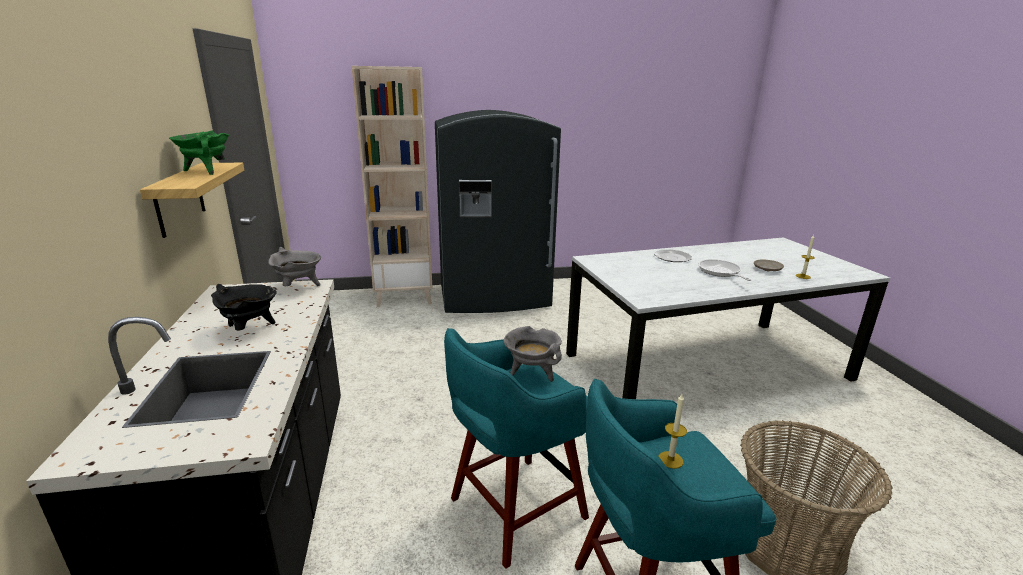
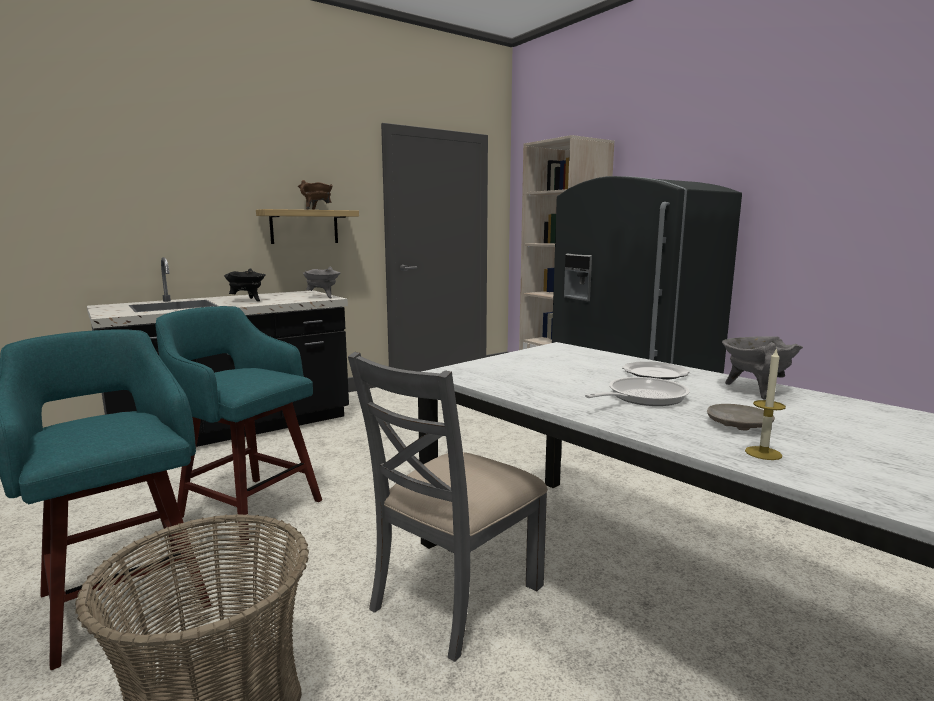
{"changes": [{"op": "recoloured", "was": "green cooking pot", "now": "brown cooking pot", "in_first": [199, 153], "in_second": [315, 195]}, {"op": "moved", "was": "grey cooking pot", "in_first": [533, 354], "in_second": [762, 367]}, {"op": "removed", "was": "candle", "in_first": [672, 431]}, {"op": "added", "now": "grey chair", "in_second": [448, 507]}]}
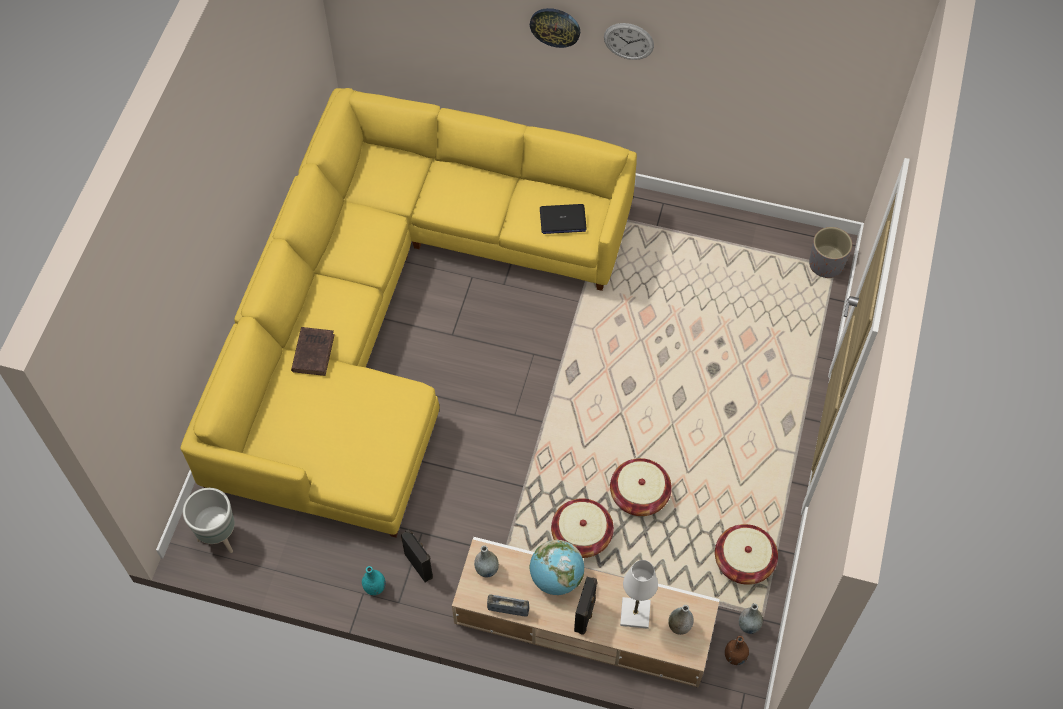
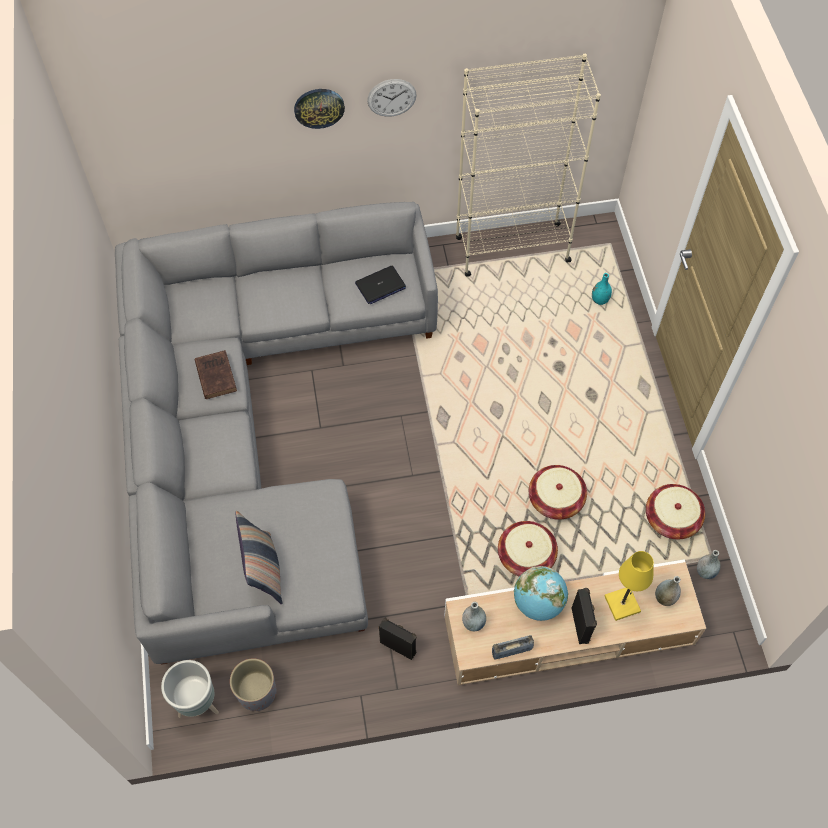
{"changes": [{"op": "recoloured", "was": "yellow sofa", "now": "grey sofa", "in_first": [408, 313], "in_second": [276, 433]}, {"op": "moved", "was": "brown book", "in_first": [313, 351], "in_second": [216, 374]}, {"op": "moved", "was": "turquoise vase", "in_first": [374, 580], "in_second": [602, 289]}, {"op": "recoloured", "was": "white table lamp", "now": "yellow table lamp", "in_first": [639, 594], "in_second": [629, 586]}, {"op": "removed", "was": "brown vase", "in_first": [737, 650]}, {"op": "moved", "was": "grey planter", "in_first": [830, 252], "in_second": [253, 684]}, {"op": "added", "now": "pillow", "in_second": [258, 557]}, {"op": "added", "now": "beige bookcase", "in_second": [528, 165]}]}
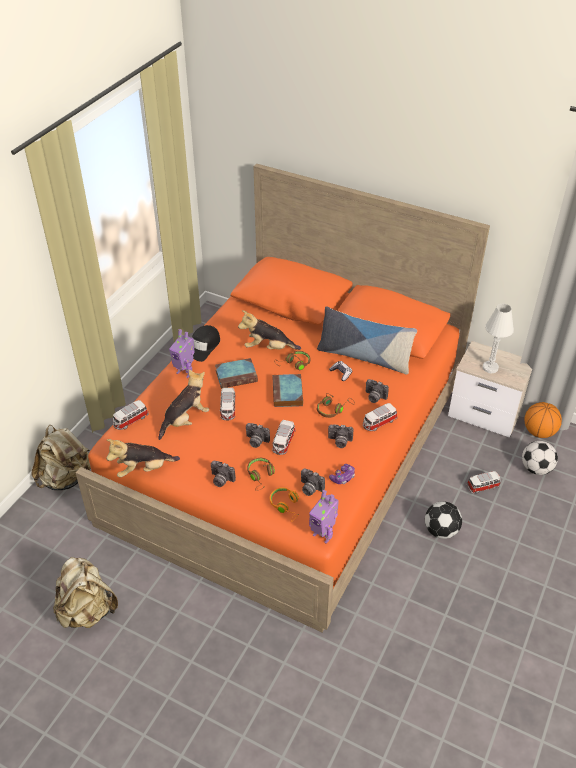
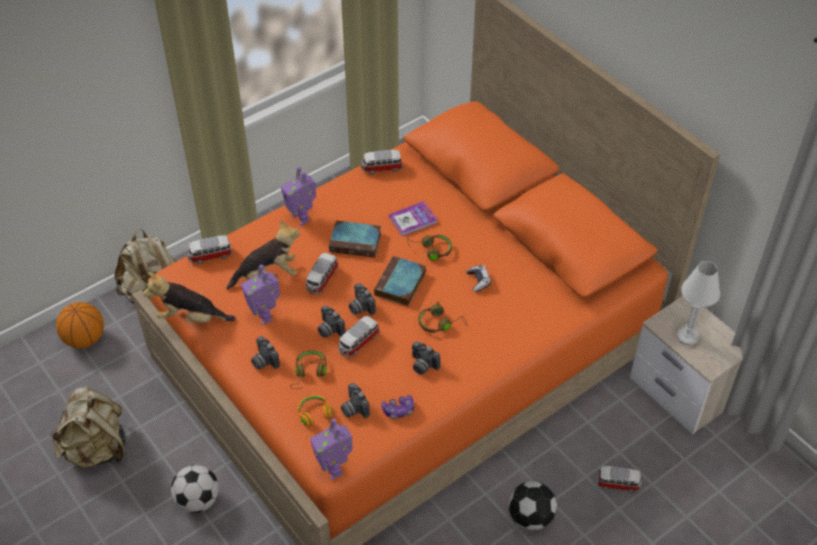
{"changes": [{"op": "removed", "was": "black cap", "in_first": [206, 343]}, {"op": "replaced", "was": "plush toy", "now": "book", "in_first": [269, 330], "in_second": [413, 218]}, {"op": "removed", "was": "pillow", "in_first": [367, 340]}, {"op": "moved", "was": "toy car", "in_first": [380, 417], "in_second": [382, 162]}, {"op": "moved", "was": "photo camera", "in_first": [377, 391], "in_second": [362, 299]}, {"op": "moved", "was": "football", "in_first": [540, 458], "in_second": [195, 489]}, {"op": "moved", "was": "basketball", "in_first": [543, 420], "in_second": [80, 325]}, {"op": "added", "now": "toy robot", "in_second": [260, 295]}]}
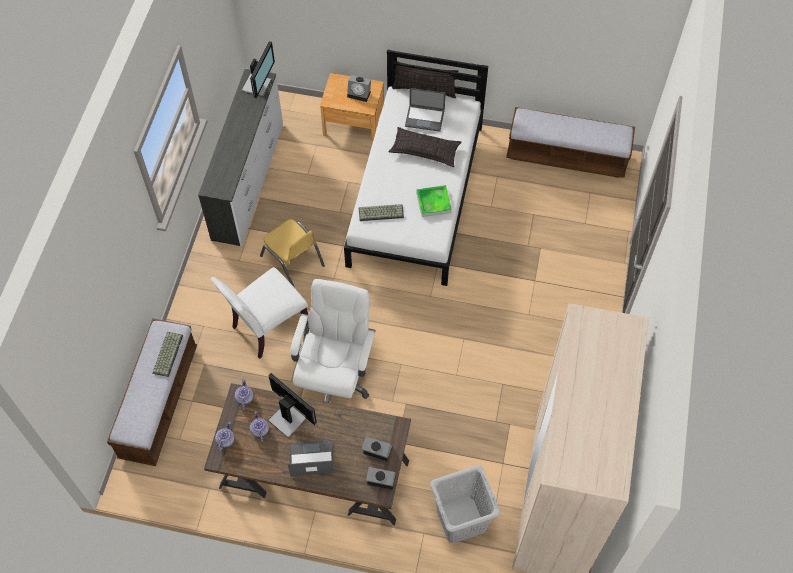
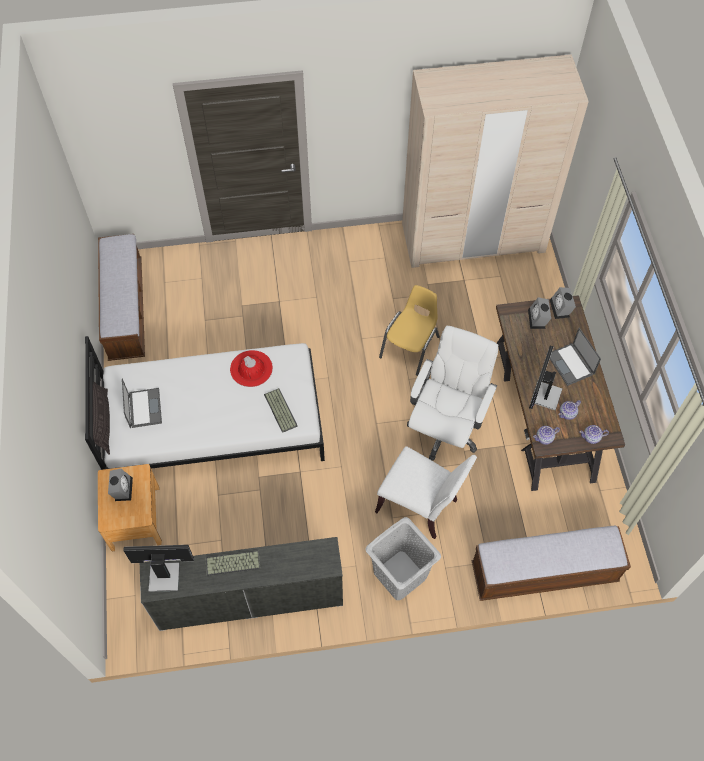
{"changes": [{"op": "moved", "was": "keyboard", "in_first": [168, 354], "in_second": [232, 563]}, {"op": "moved", "was": "yellow chair", "in_first": [292, 253], "in_second": [409, 330]}, {"op": "turned", "was": "white office chair", "in_first": [333, 340], "in_second": [452, 393], "clockwise": 120}, {"op": "removed", "was": "pillow", "in_first": [425, 147]}, {"op": "replaced", "was": "tray", "now": "red hat", "in_first": [434, 201], "in_second": [251, 368]}, {"op": "moved", "was": "grey laundry basket", "in_first": [465, 504], "in_second": [403, 558]}]}
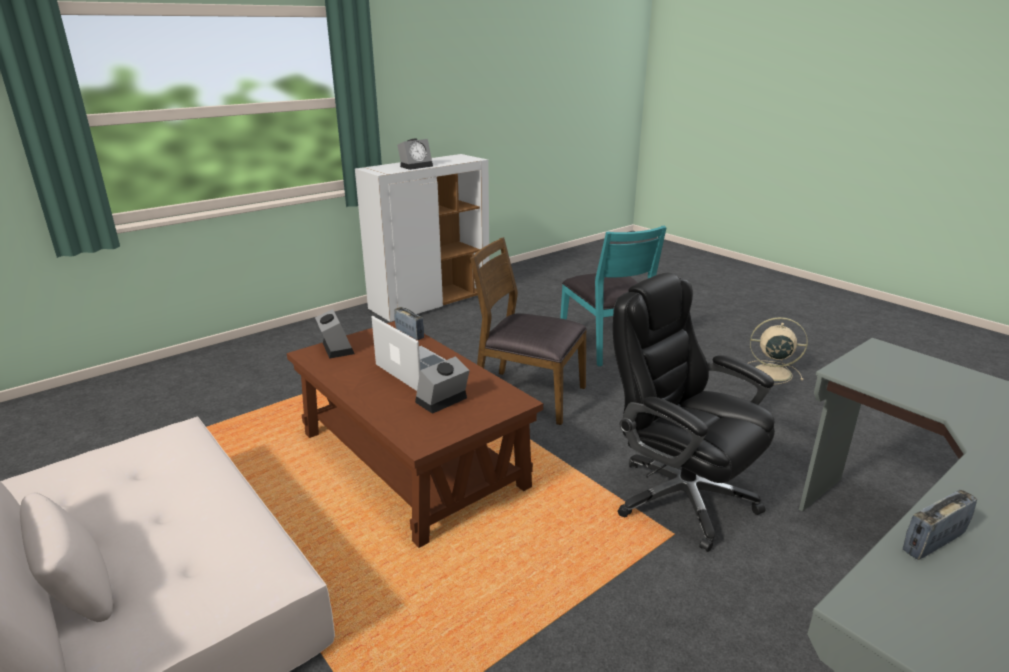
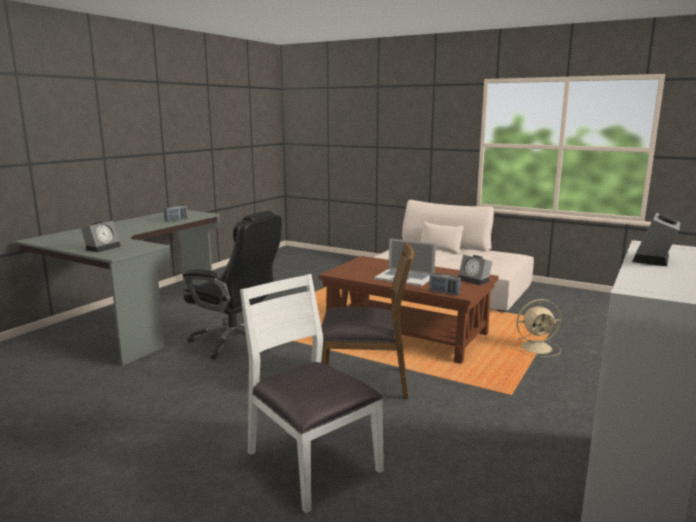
{"changes": [{"op": "moved", "was": "alarm clock", "in_first": [442, 385], "in_second": [101, 236]}, {"op": "recoloured", "was": "turquoise chair", "now": "white chair", "in_first": [613, 296], "in_second": [312, 393]}, {"op": "moved", "was": "beige fan", "in_first": [778, 351], "in_second": [536, 328]}]}
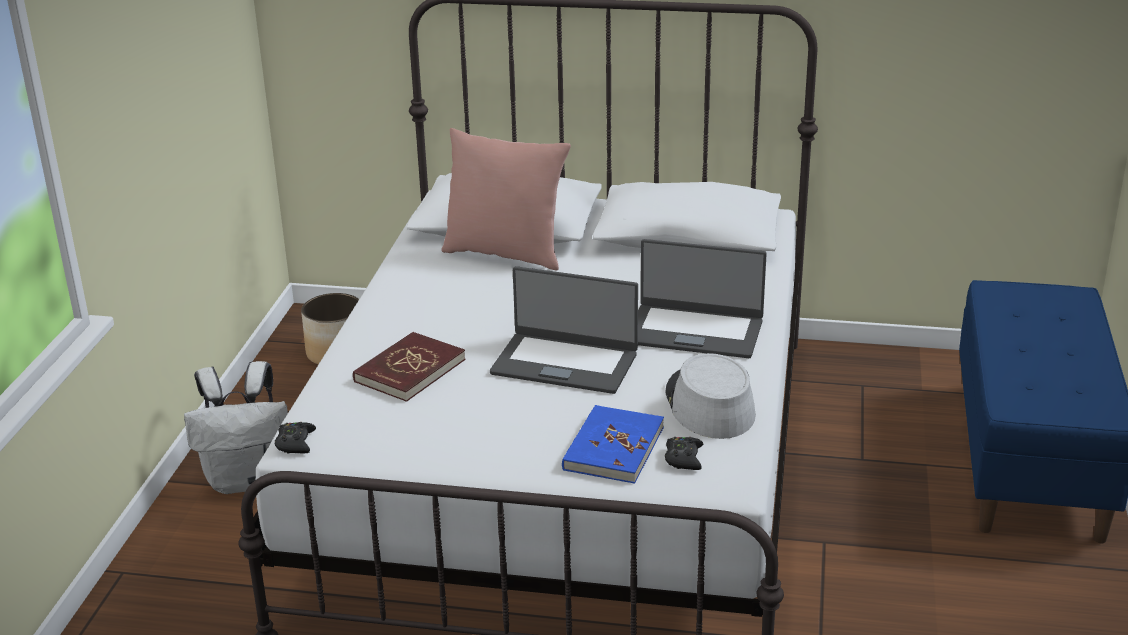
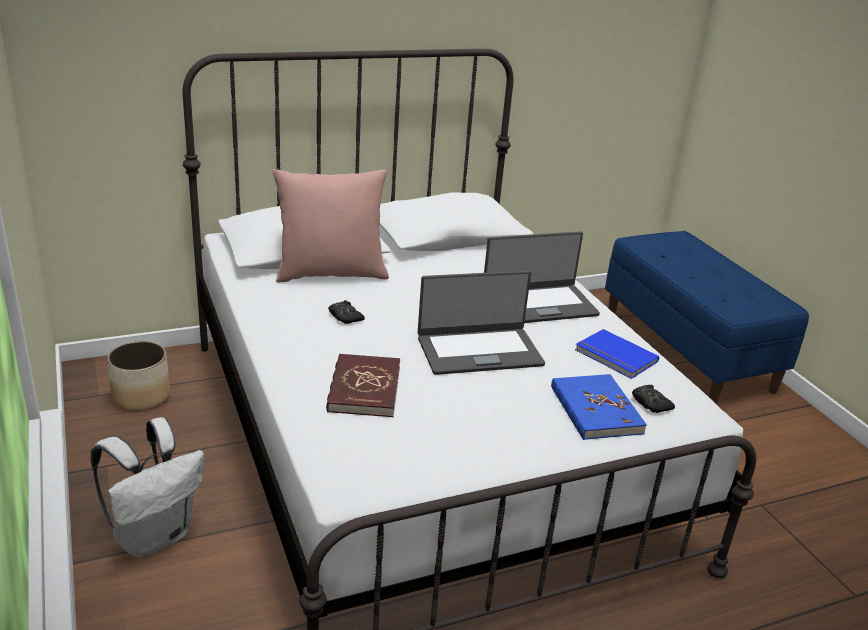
{"changes": [{"op": "moved", "was": "black game controller", "in_first": [295, 438], "in_second": [346, 312]}, {"op": "replaced", "was": "grey hat", "now": "blue book", "in_first": [710, 396], "in_second": [617, 354]}]}
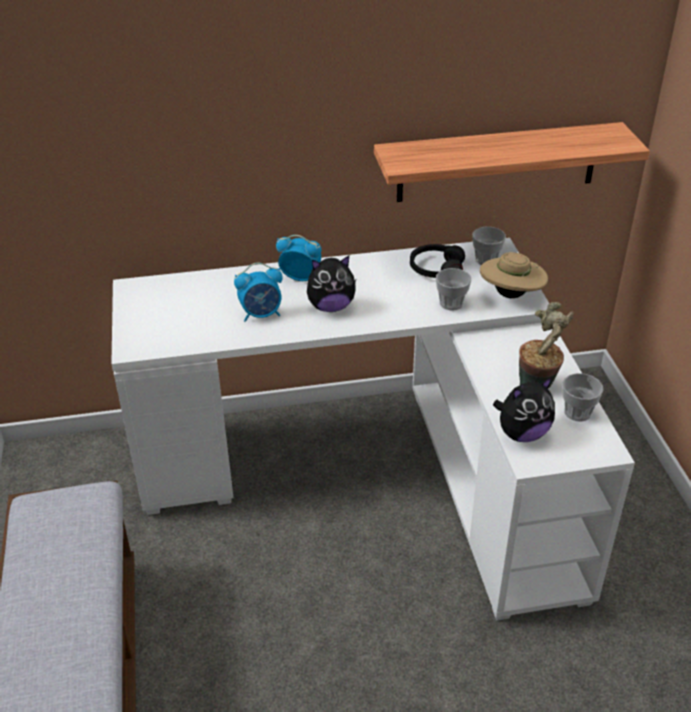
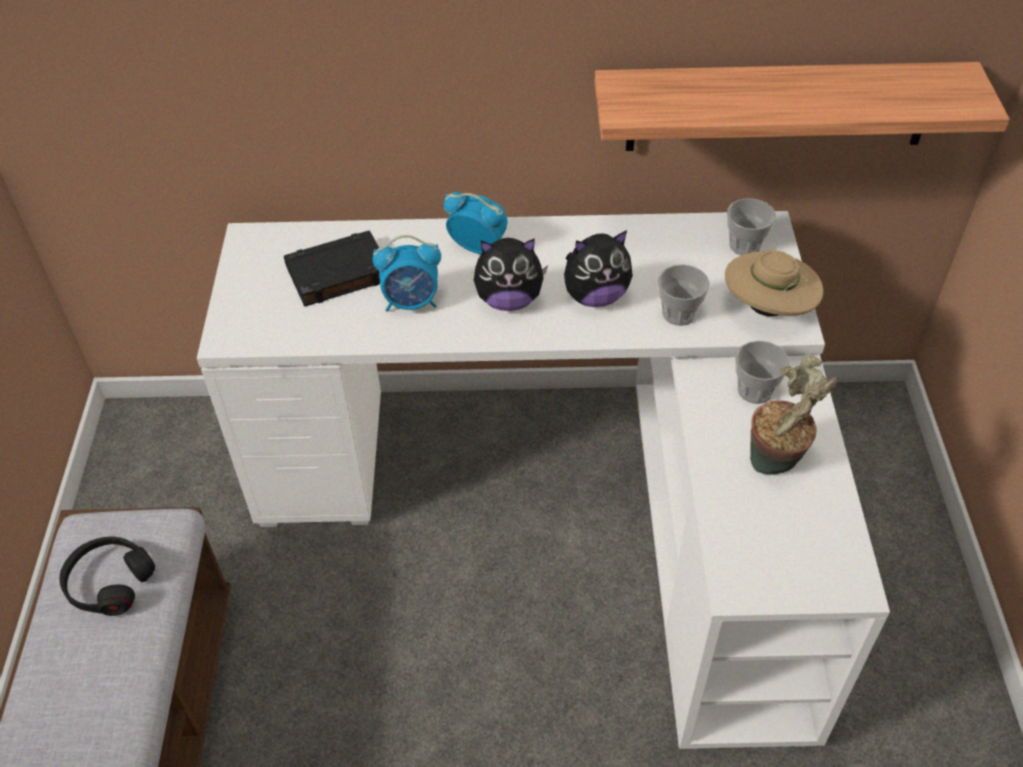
{"changes": [{"op": "moved", "was": "black headphones", "in_first": [437, 261], "in_second": [107, 576]}, {"op": "moved", "was": "plush toy", "in_first": [524, 409], "in_second": [598, 268]}, {"op": "moved", "was": "cup", "in_first": [583, 397], "in_second": [762, 372]}, {"op": "added", "now": "black book", "in_second": [332, 268]}]}
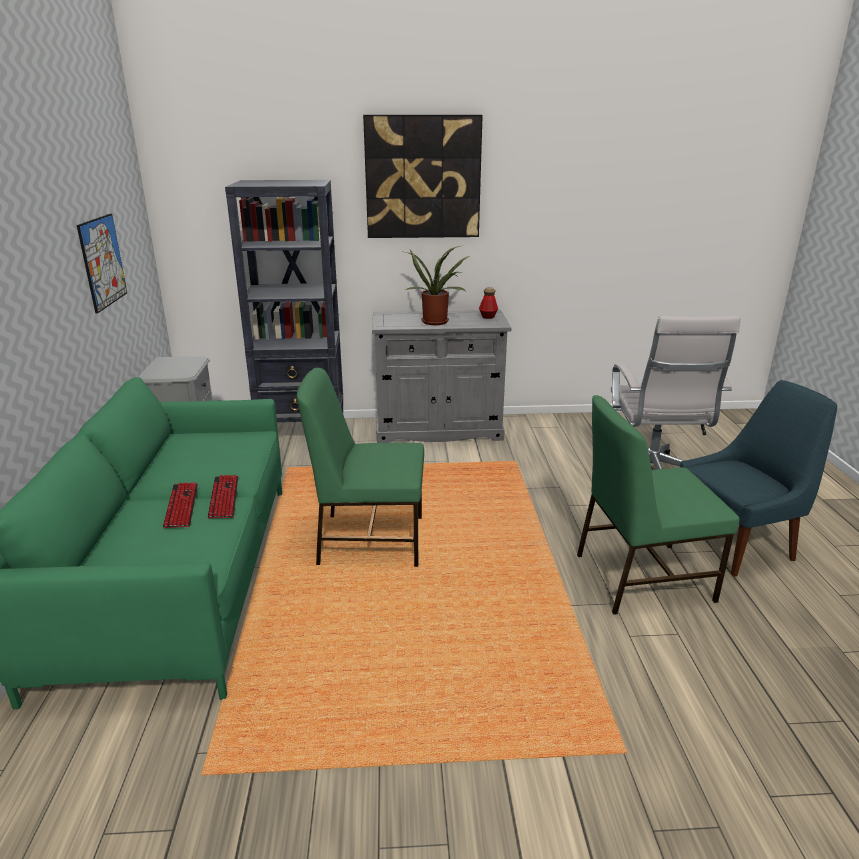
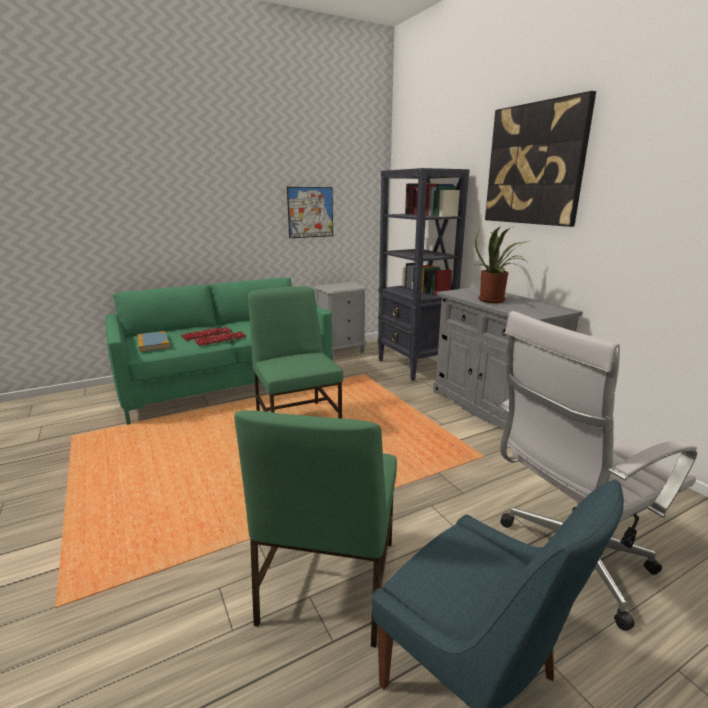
{"changes": [{"op": "removed", "was": "bottle", "in_first": [488, 303]}, {"op": "turned", "was": "green chair", "in_first": [658, 505], "in_second": [315, 528], "clockwise": -135}, {"op": "added", "now": "book", "in_second": [153, 341]}]}
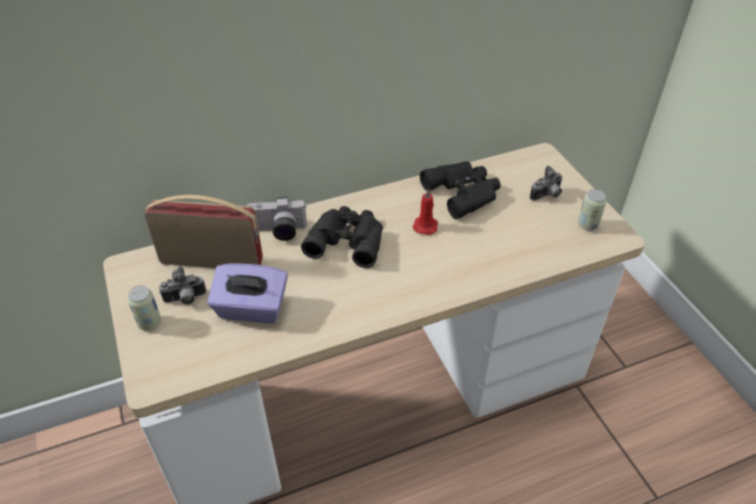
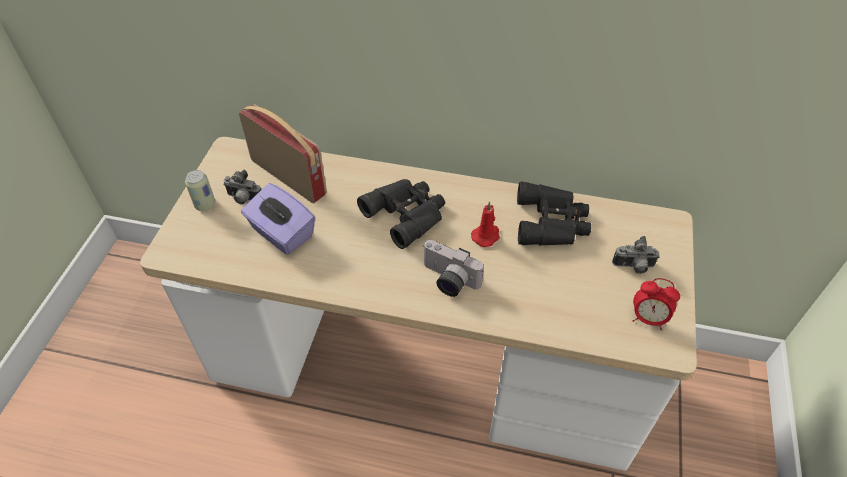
{"changes": [{"op": "moved", "was": "photo camera", "in_first": [276, 219], "in_second": [454, 268]}, {"op": "replaced", "was": "can", "now": "alarm clock", "in_first": [592, 210], "in_second": [656, 304]}]}
